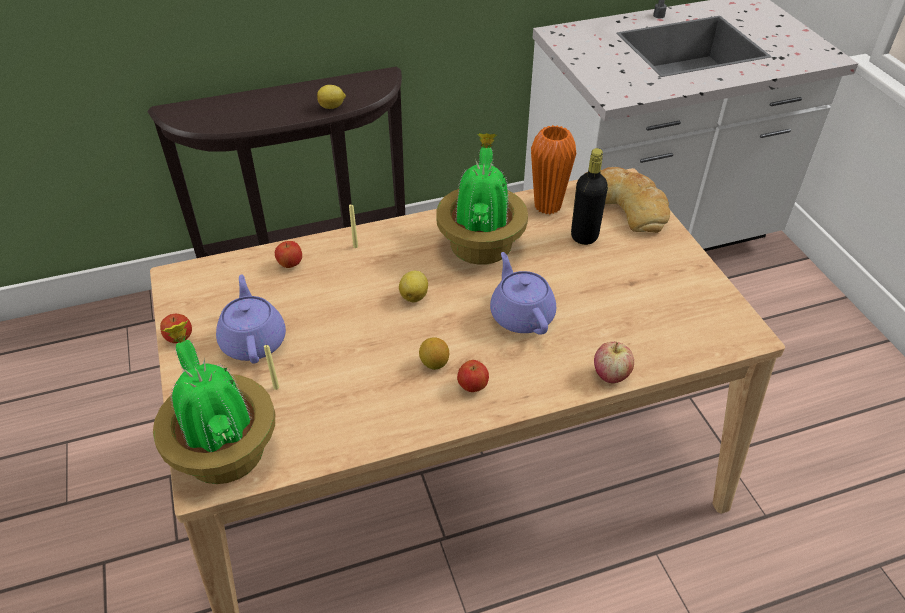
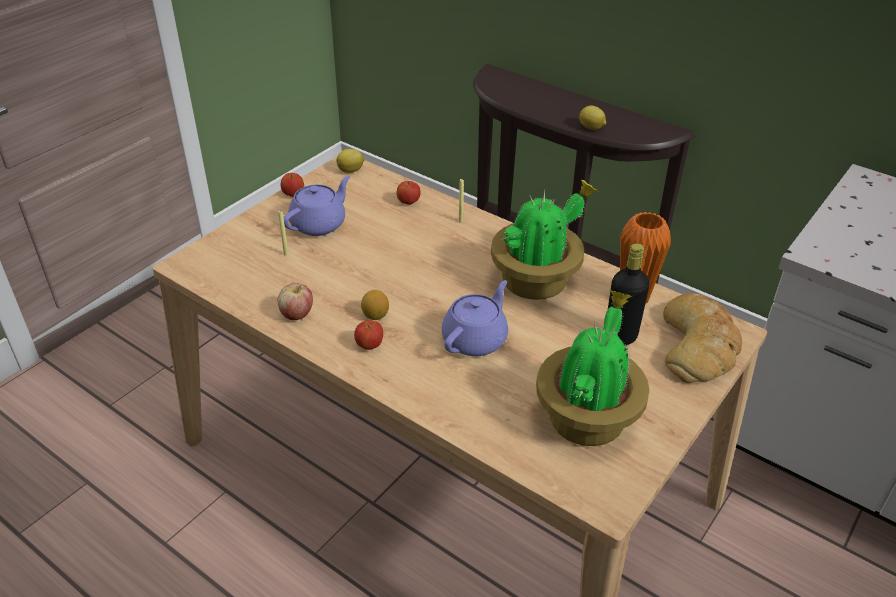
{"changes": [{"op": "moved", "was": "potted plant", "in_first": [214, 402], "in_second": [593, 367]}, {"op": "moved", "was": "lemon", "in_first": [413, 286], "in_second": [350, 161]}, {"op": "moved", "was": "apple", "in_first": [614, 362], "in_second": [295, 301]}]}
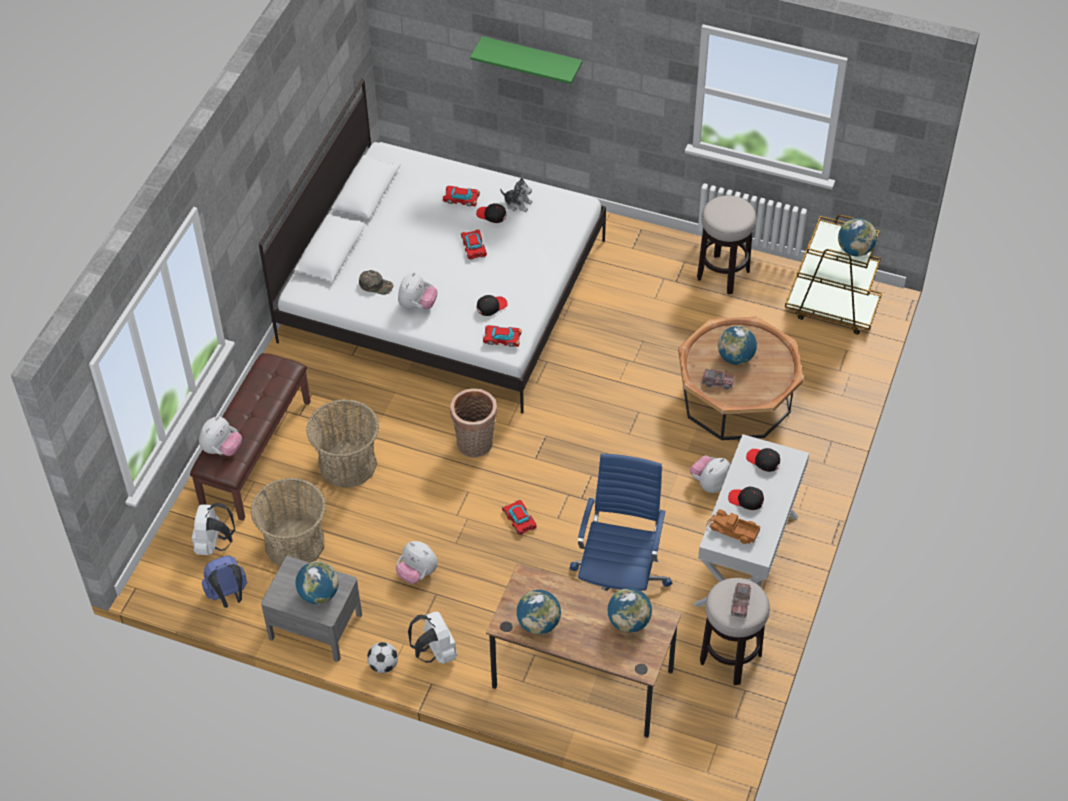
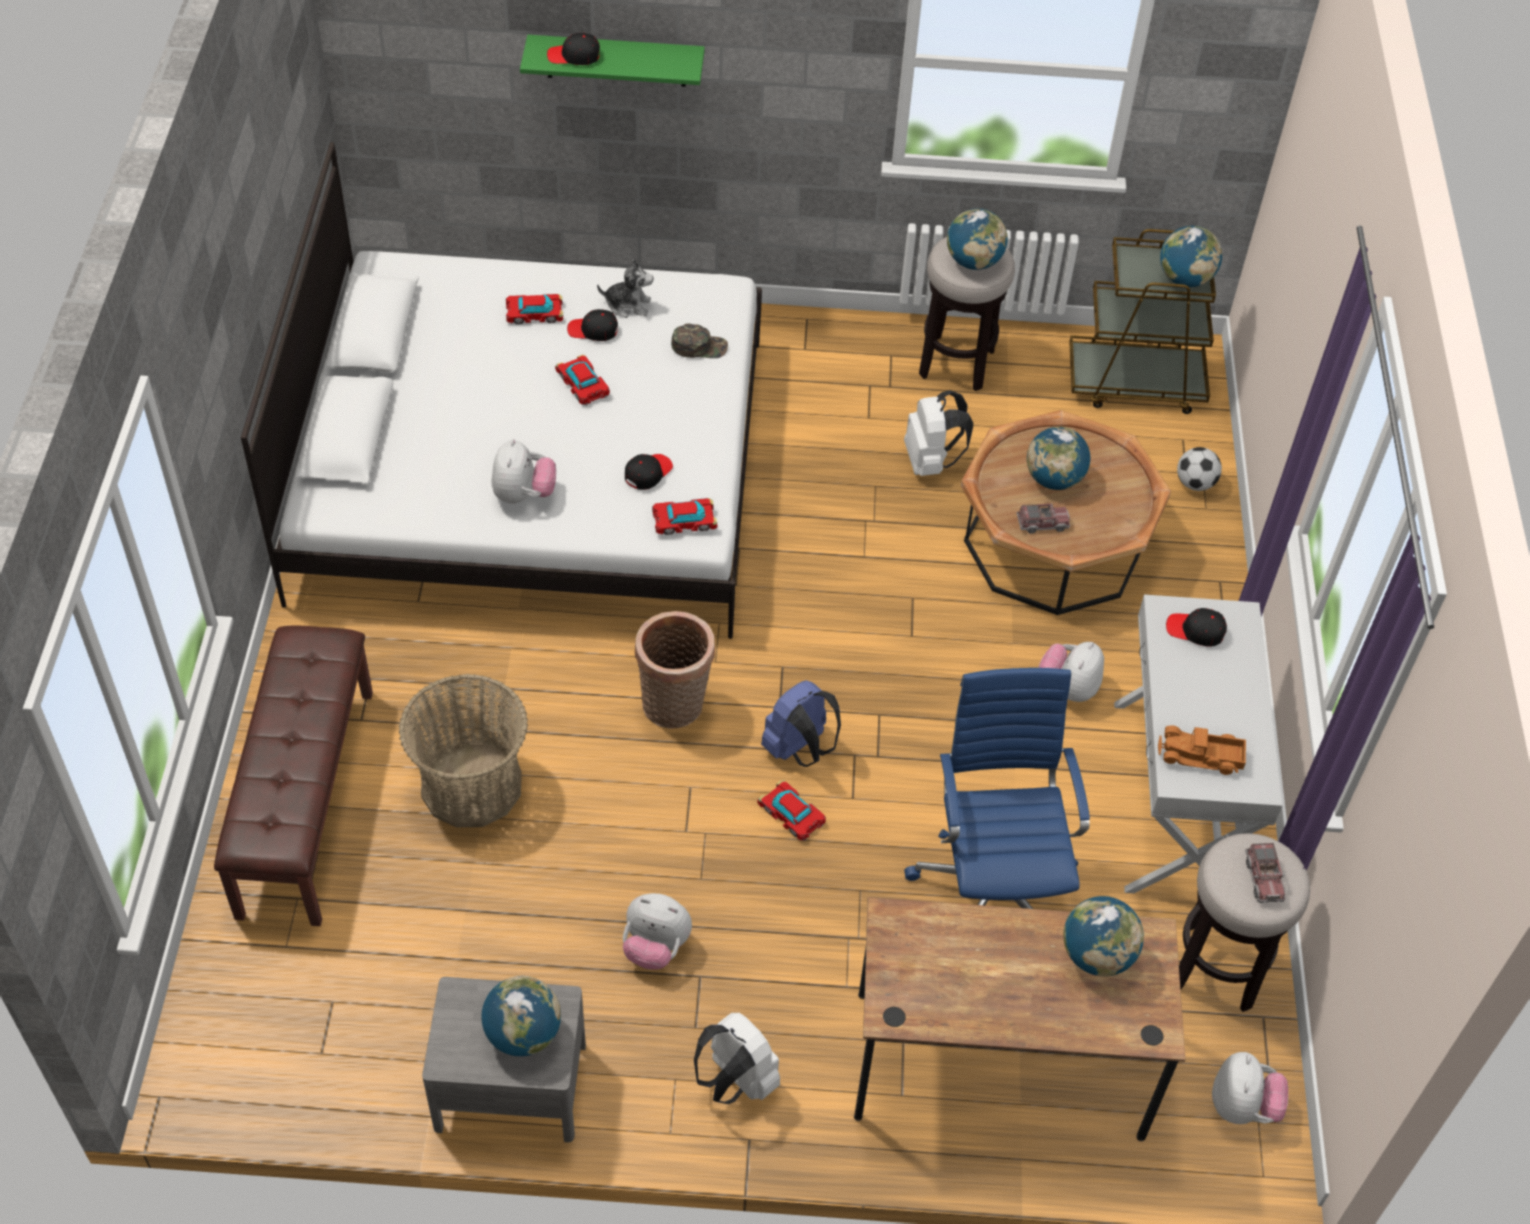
{"changes": [{"op": "moved", "was": "white backpack", "in_first": [213, 529], "in_second": [938, 433]}, {"op": "moved", "was": "plush toy", "in_first": [220, 436], "in_second": [1250, 1088]}, {"op": "moved", "was": "blue backpack", "in_first": [224, 582], "in_second": [801, 723]}, {"op": "removed", "was": "basket", "in_first": [288, 522]}, {"op": "moved", "was": "green cap", "in_first": [376, 282], "in_second": [699, 341]}, {"op": "moved", "was": "football", "in_first": [382, 657], "in_second": [1199, 469]}, {"op": "moved", "was": "globe", "in_first": [539, 612], "in_second": [977, 239]}, {"op": "moved", "was": "black cap", "in_first": [746, 498], "in_second": [573, 49]}]}
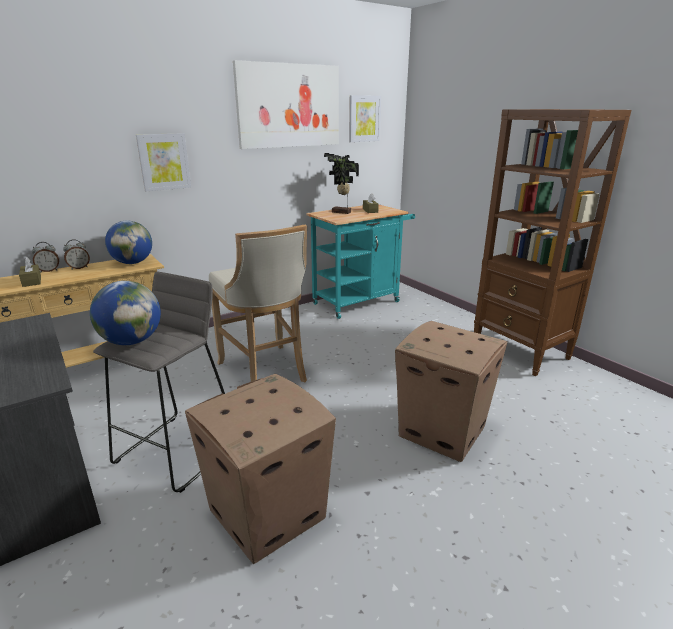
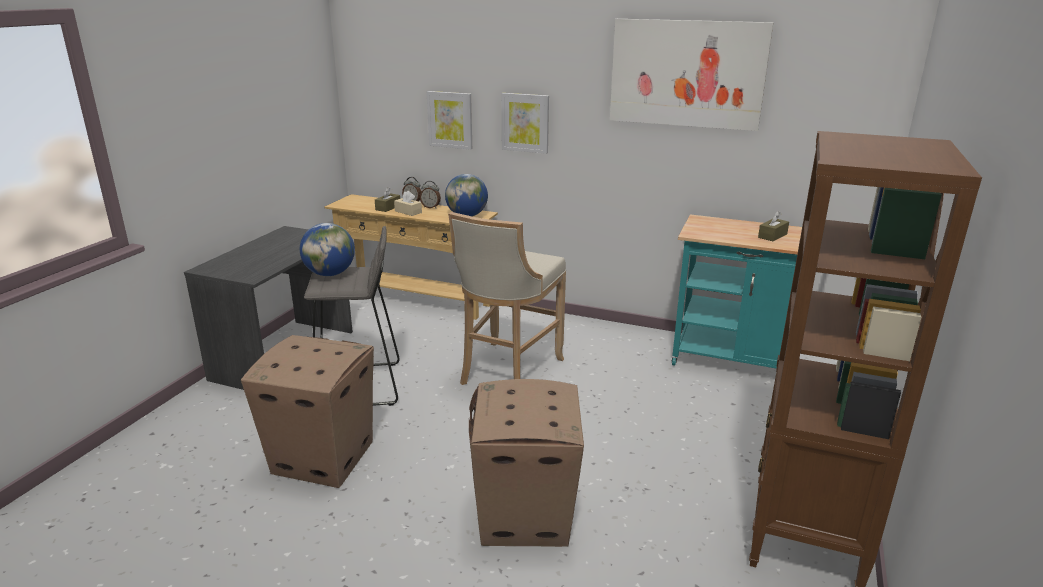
{"changes": [{"op": "removed", "was": "potted plant", "in_first": [341, 183]}, {"op": "moved", "was": "picture", "in_first": [365, 118], "in_second": [449, 120]}, {"op": "added", "now": "beige tissue box", "in_second": [408, 203]}]}
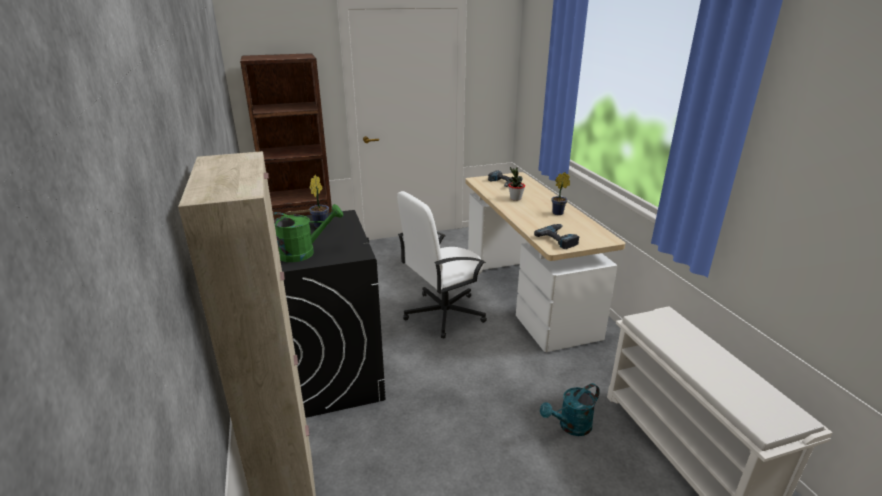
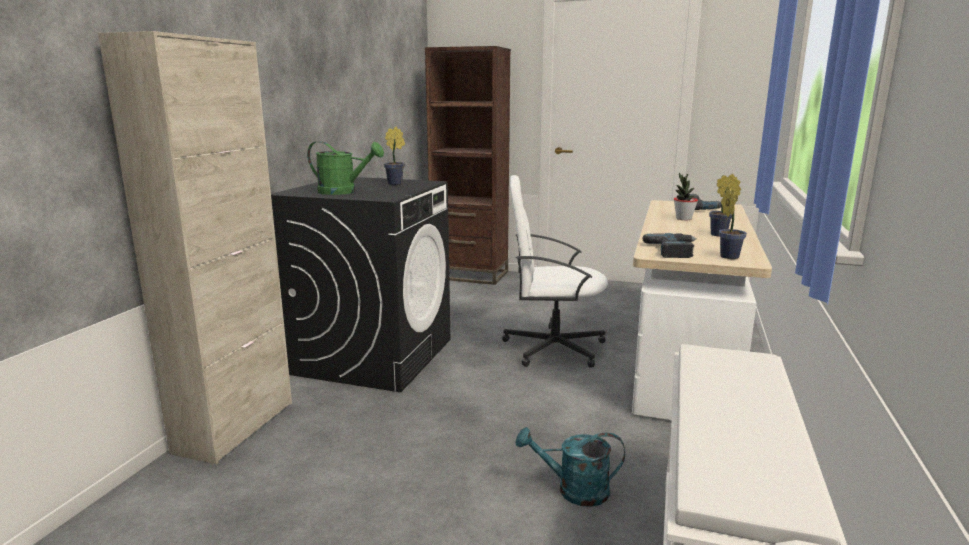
{"changes": [{"op": "added", "now": "potted plant", "in_second": [733, 222]}]}
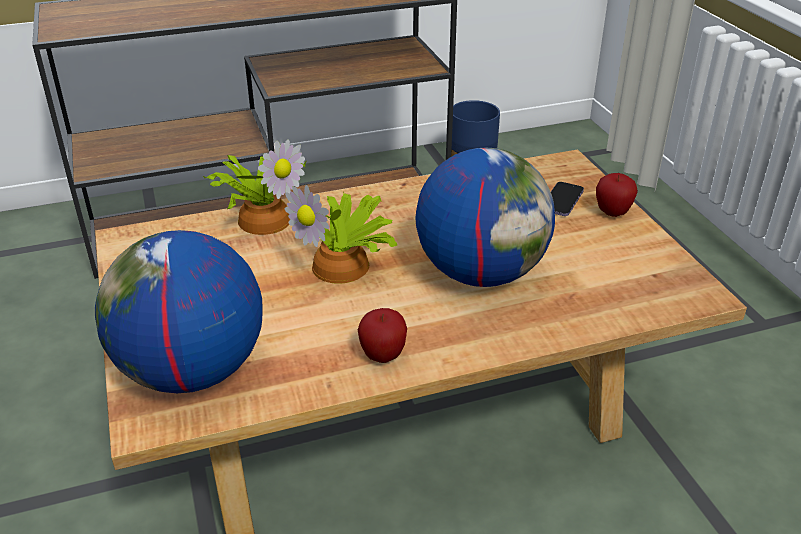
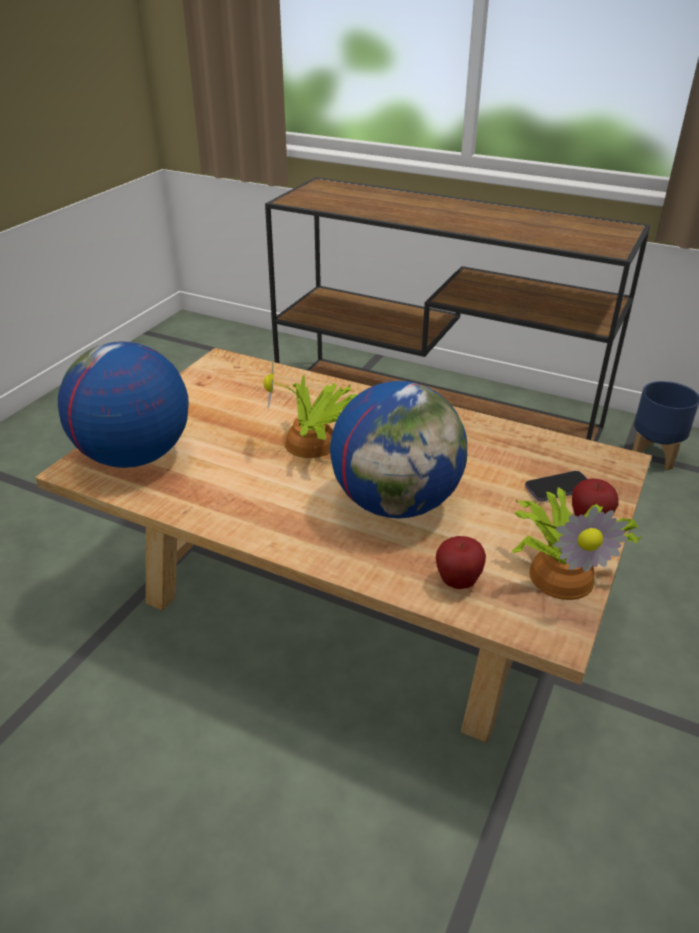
{"changes": [{"op": "moved", "was": "potted plant", "in_first": [255, 187], "in_second": [577, 543]}, {"op": "moved", "was": "apple", "in_first": [382, 335], "in_second": [461, 562]}]}
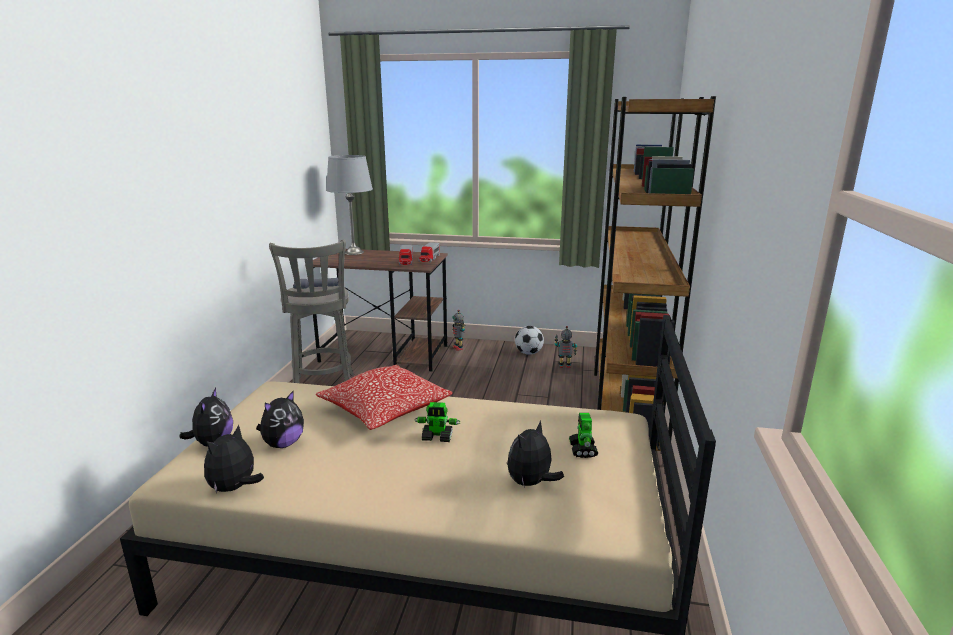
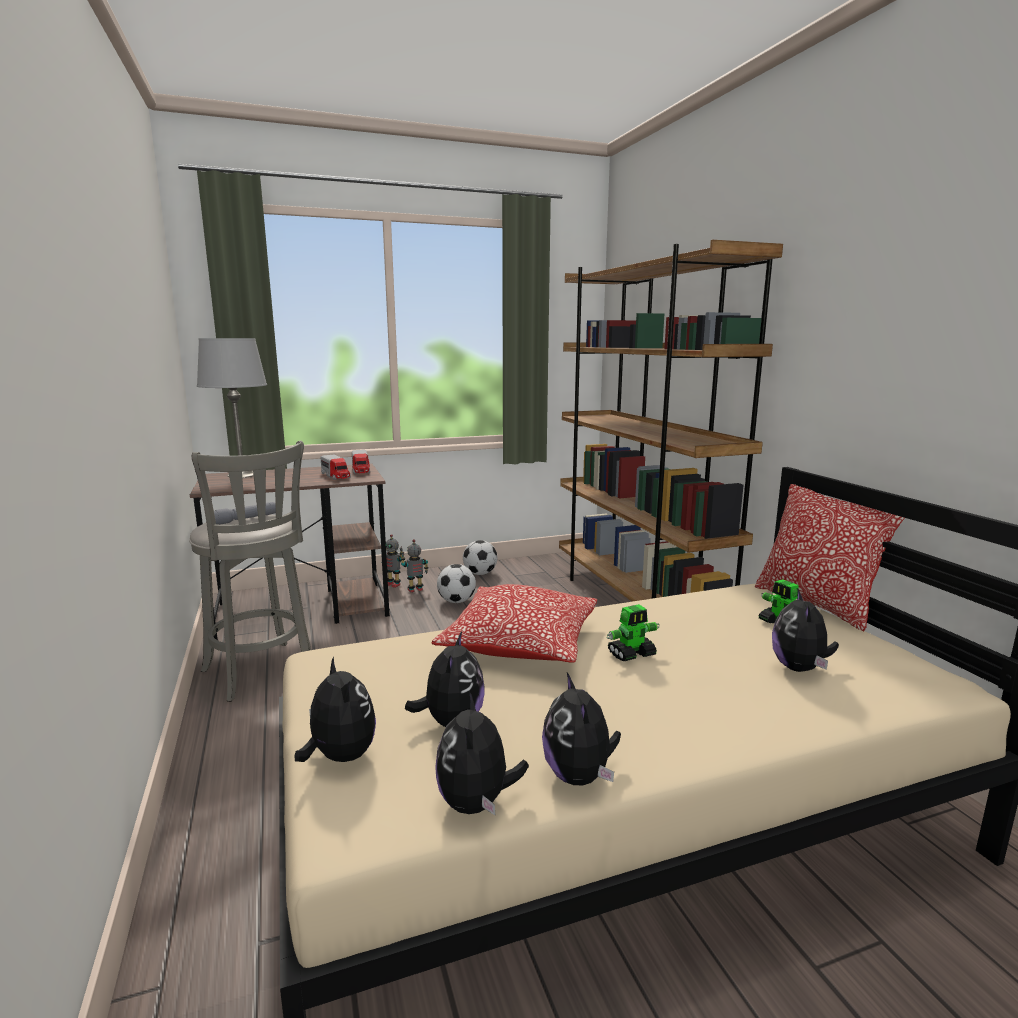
{"changes": [{"op": "moved", "was": "toy robot", "in_first": [566, 347], "in_second": [415, 566]}, {"op": "added", "now": "football", "in_second": [456, 583]}, {"op": "added", "now": "plush toy", "in_second": [581, 728]}, {"op": "added", "now": "pillow", "in_second": [830, 557]}]}
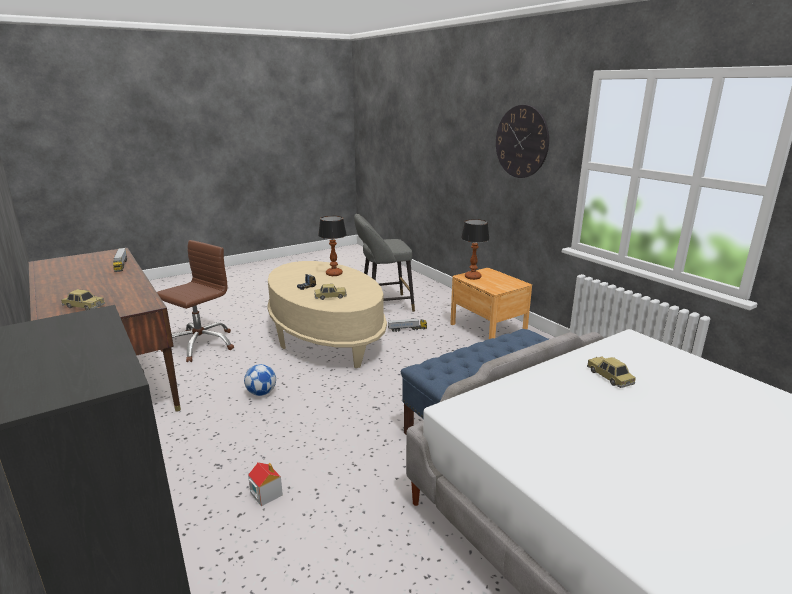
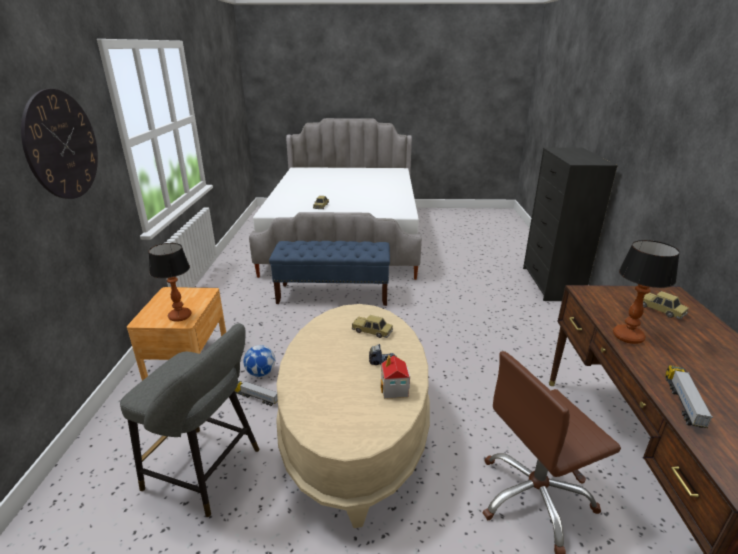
{"changes": [{"op": "moved", "was": "football", "in_first": [260, 380], "in_second": [259, 361]}, {"op": "moved", "was": "toy house", "in_first": [265, 484], "in_second": [395, 377]}, {"op": "moved", "was": "table lamp", "in_first": [332, 246], "in_second": [646, 292]}]}
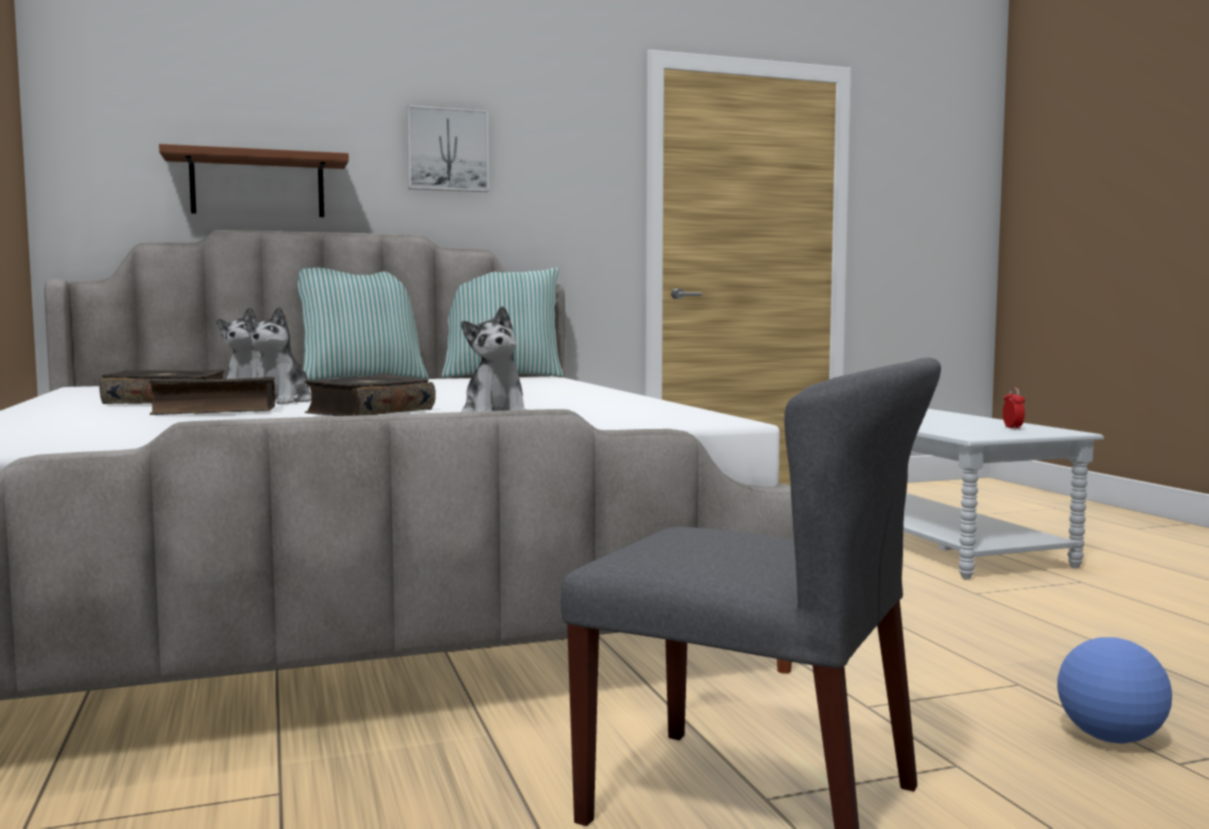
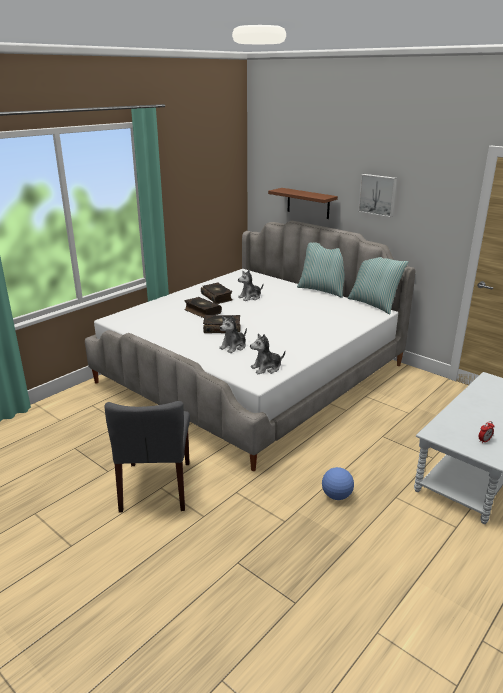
{"changes": [{"op": "moved", "was": "plush toy", "in_first": [278, 355], "in_second": [267, 353]}, {"op": "moved", "was": "football", "in_first": [1114, 690], "in_second": [338, 483]}]}
